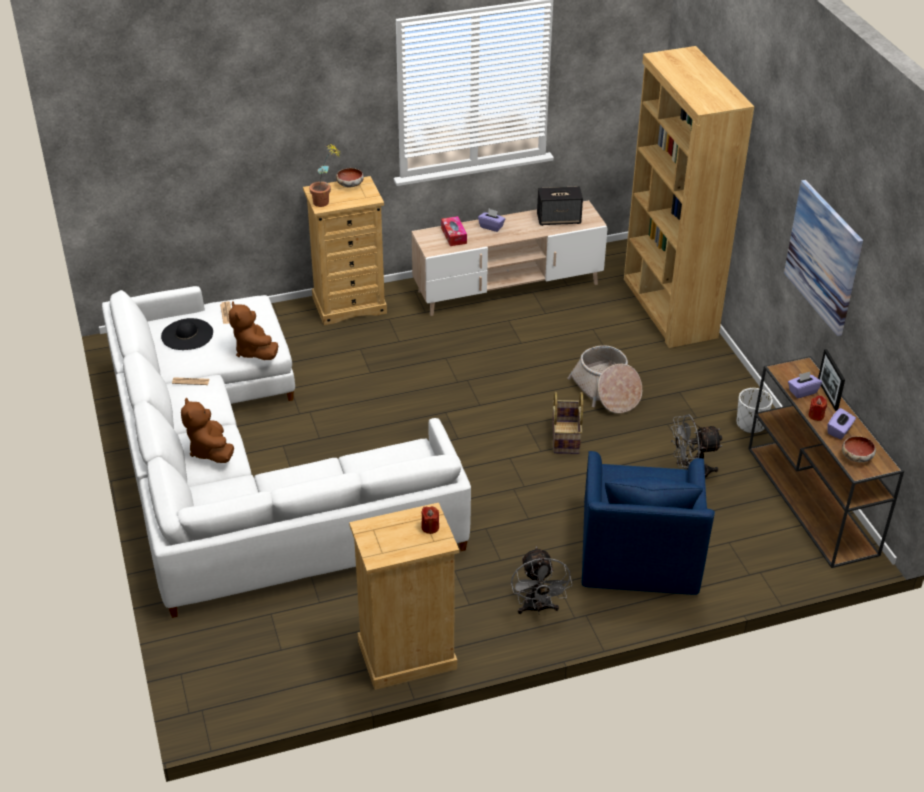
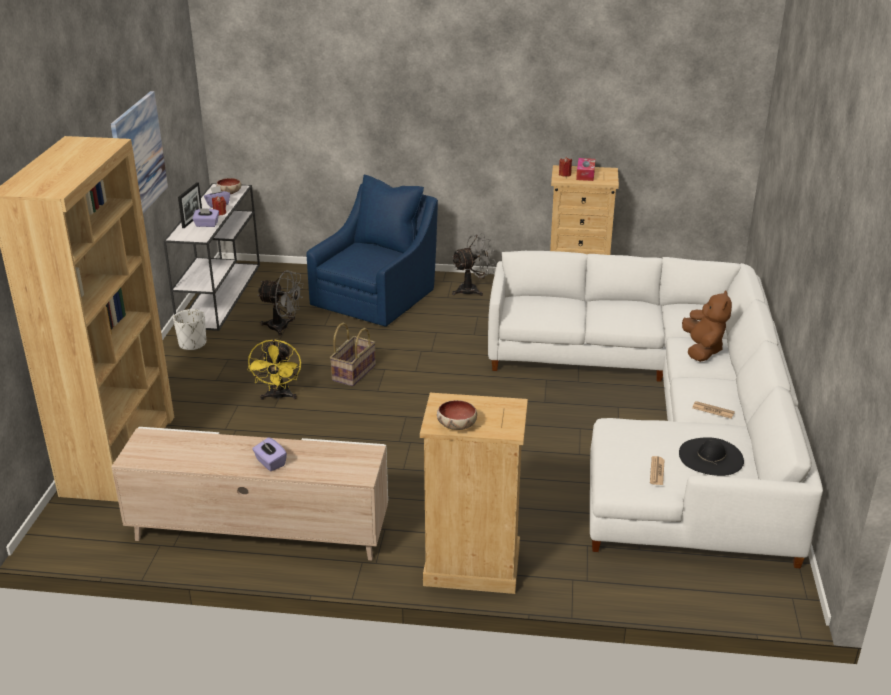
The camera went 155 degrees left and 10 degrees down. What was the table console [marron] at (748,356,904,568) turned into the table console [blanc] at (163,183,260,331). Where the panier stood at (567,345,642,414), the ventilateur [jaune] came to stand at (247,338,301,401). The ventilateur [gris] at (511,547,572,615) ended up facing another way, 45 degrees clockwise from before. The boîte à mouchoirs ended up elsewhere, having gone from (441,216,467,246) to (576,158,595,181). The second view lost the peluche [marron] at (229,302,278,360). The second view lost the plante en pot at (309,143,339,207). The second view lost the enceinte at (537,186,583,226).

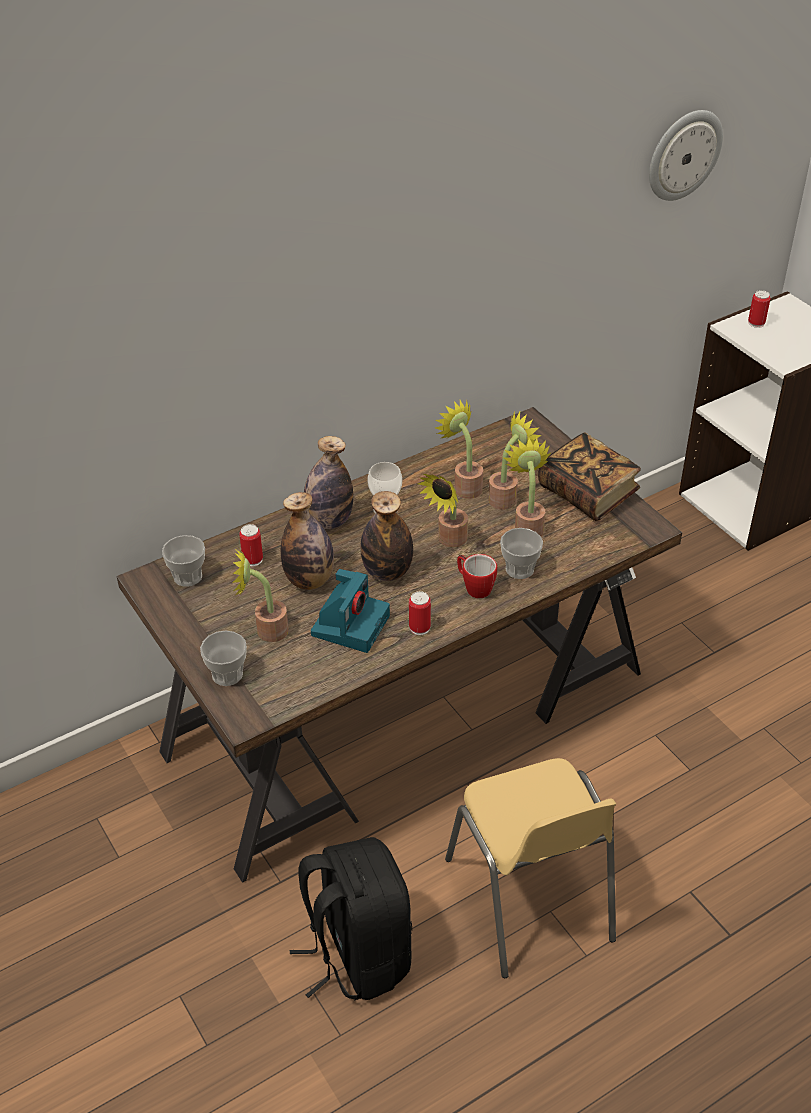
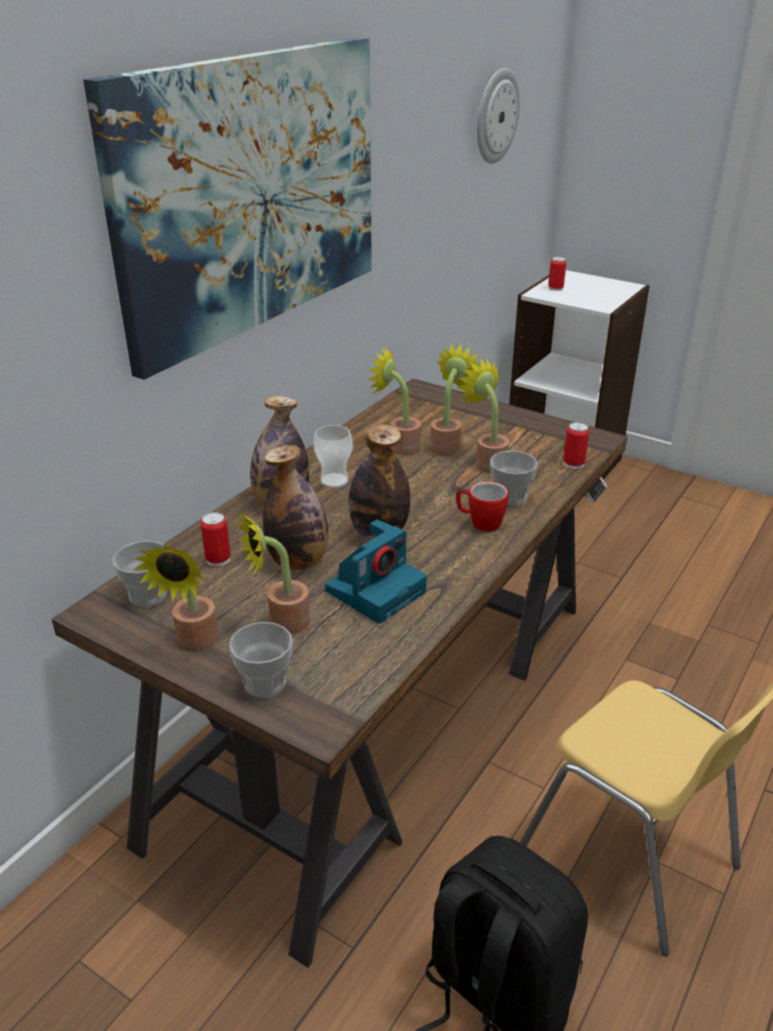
The camera went 25 degrees left and 10 degrees down. The second view gained the tableau at (83,37,372,380). The plante en pot ended up elsewhere, having gone from (418,474,468,548) to (133,545,218,652). The appareil photo at (311,569,390,653) ended up facing another way, 45 degrees clockwise from before. The boîte métallique ended up elsewhere, having gone from (409,591,431,635) to (563,422,589,469). The second view lost the livre at (538,432,641,521).

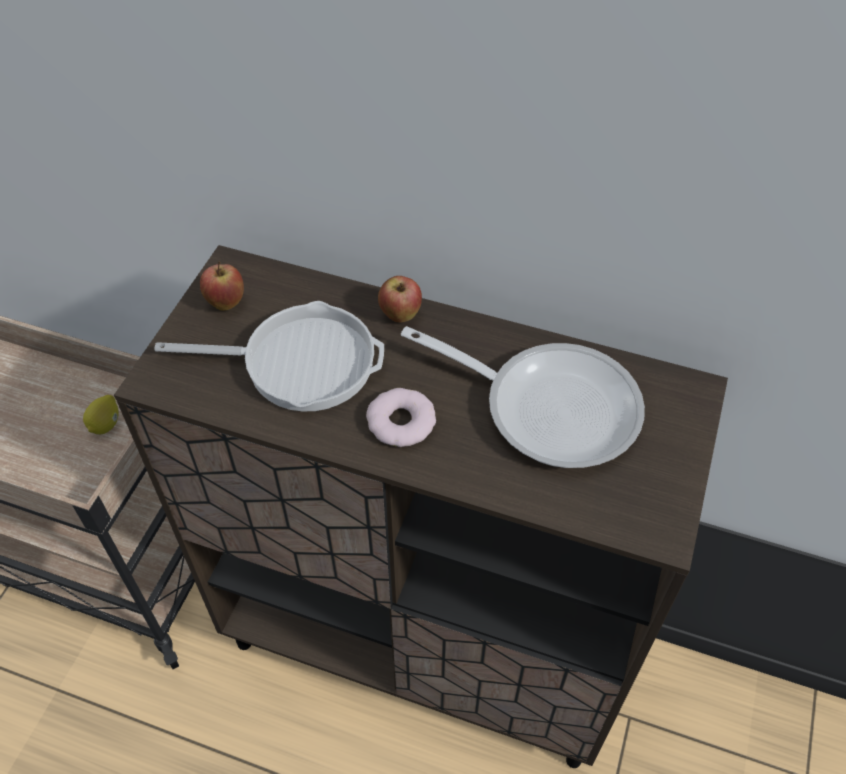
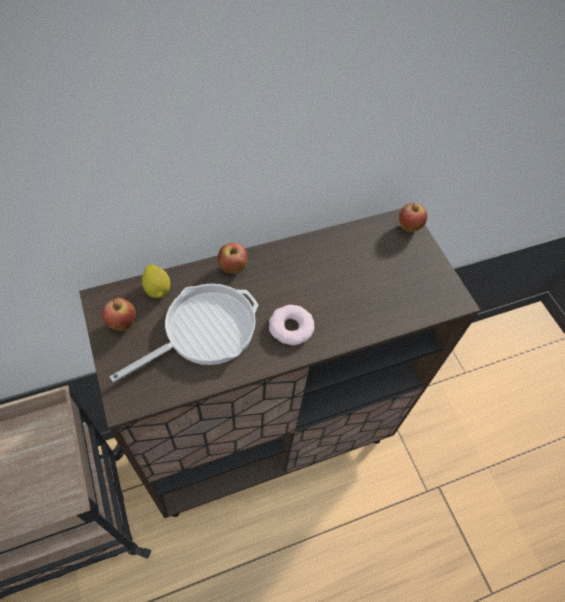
The camera went 45 degrees left and 5 degrees up. The citron ended up elsewhere, having gone from (83,395,119,434) to (142,264,170,298). The second view gained the pomme at (399,203,427,232). The second view lost the poêle at (401,326,645,468).

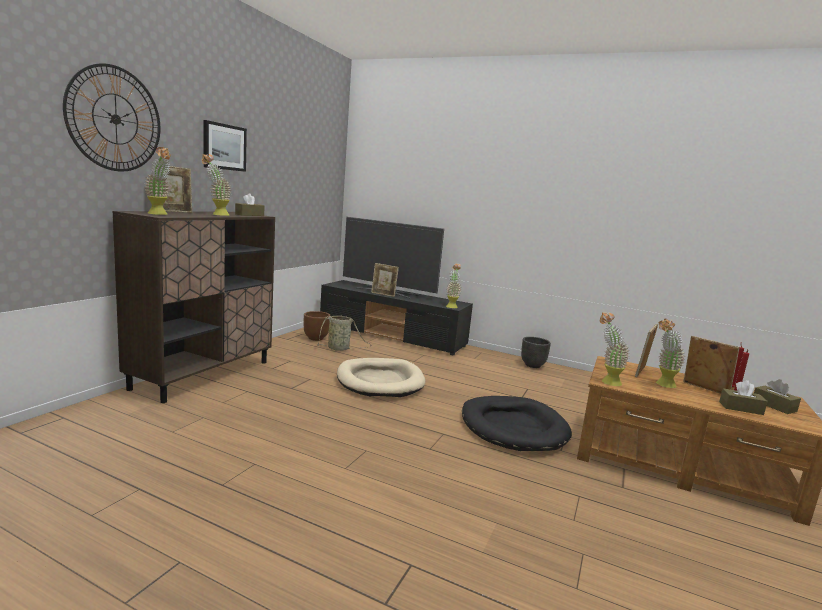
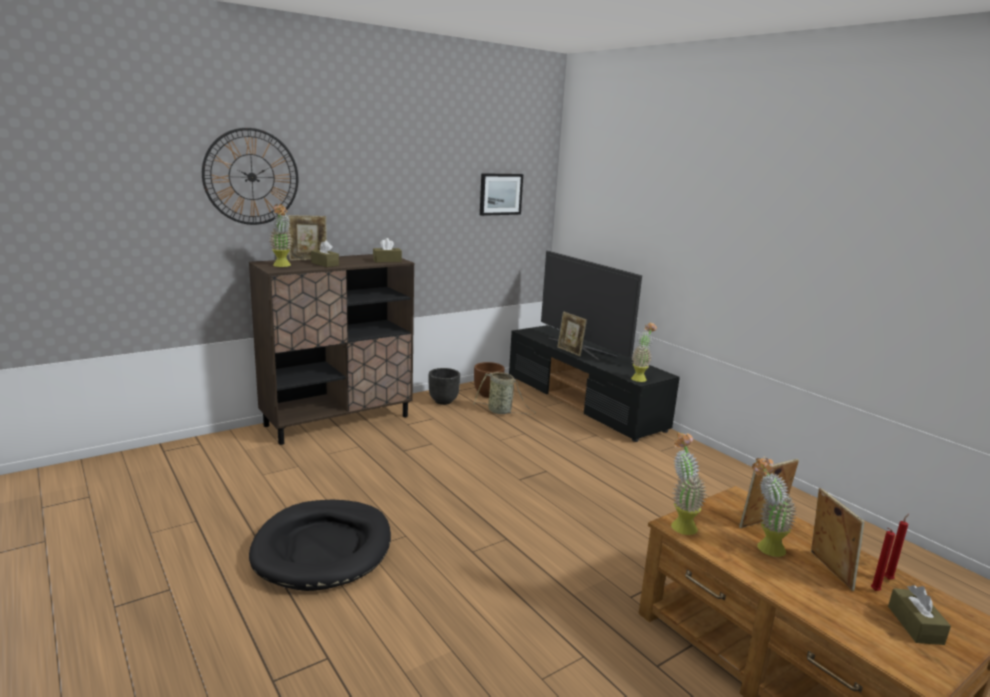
The camera went 30 degrees right and 5 degrees up. The panier pour chien [noir] ended up elsewhere, having gone from (462,396,572,451) to (249,499,391,591). The boîte à mouchoirs [marron] ended up elsewhere, having gone from (719,380,768,415) to (311,240,339,267). The cache-pot [noir] ended up elsewhere, having gone from (521,337,551,368) to (429,368,460,405). The tableau ended up elsewhere, having gone from (204,120,247,172) to (480,173,523,216). The second view lost the plante en pot at (202,154,231,216). The second view lost the panier pour chien [beige] at (337,358,425,397).

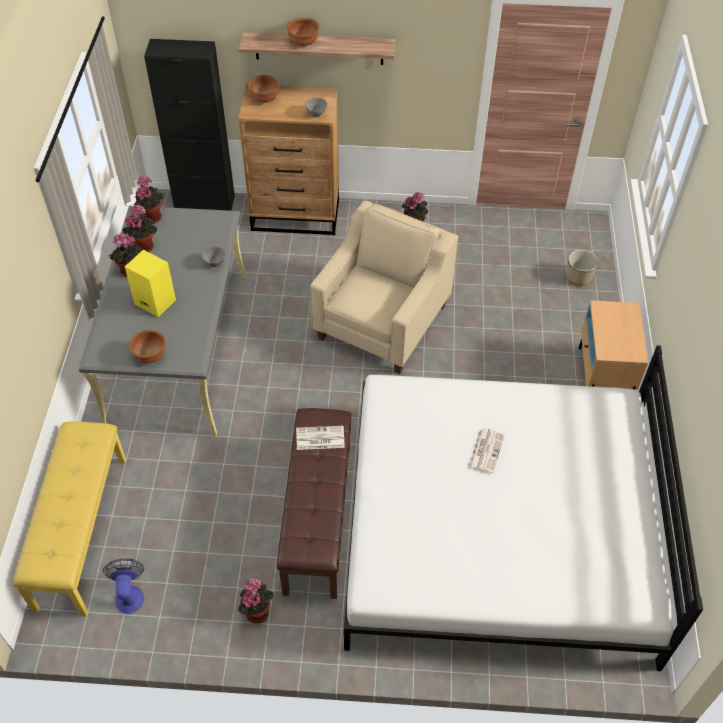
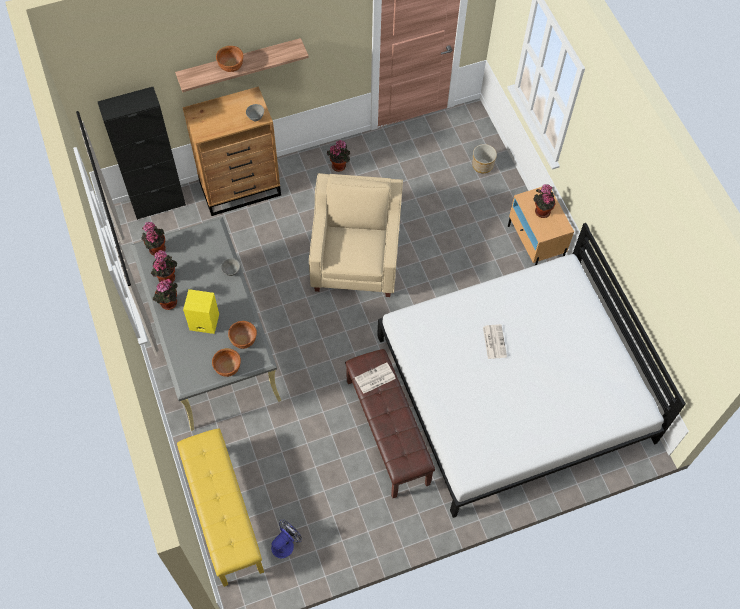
The camera went 25 degrees left and 10 degrees up. The bol [marron] ended up elsewhere, having gone from (248,75,279,103) to (228,321,257,349). The ventilateur at (103,558,144,614) ended up facing another way, 75 degrees clockwise from before. The plante en pot ended up elsewhere, having gone from (238,578,273,624) to (533,184,555,218).

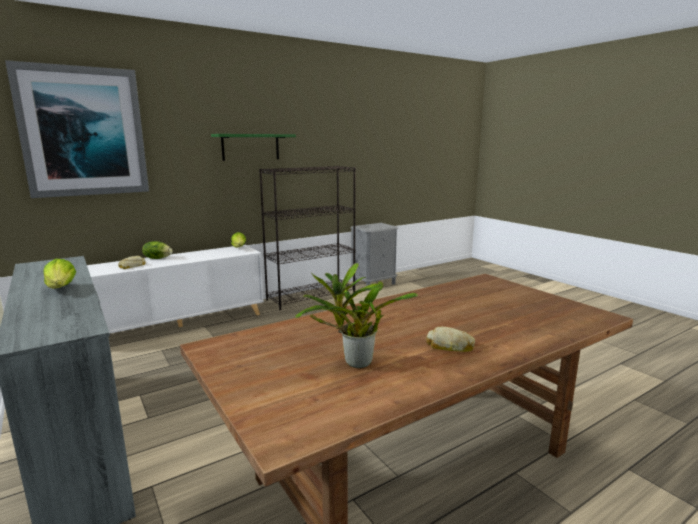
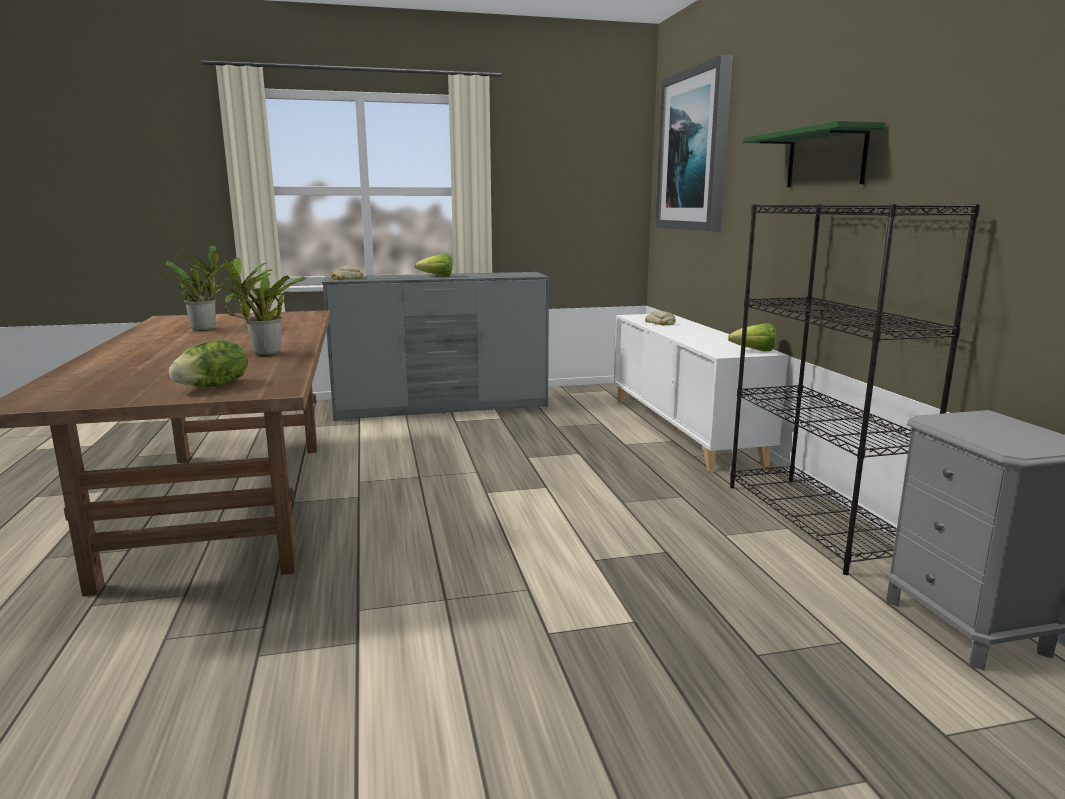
The camera went 110 degrees right and 0 degrees up. The laitue ended up elsewhere, having gone from (142,241,173,259) to (169,340,248,387). The second view gained the plante en pot at (206,258,307,356). The pain ended up elsewhere, having gone from (426,327,475,352) to (331,266,363,280).

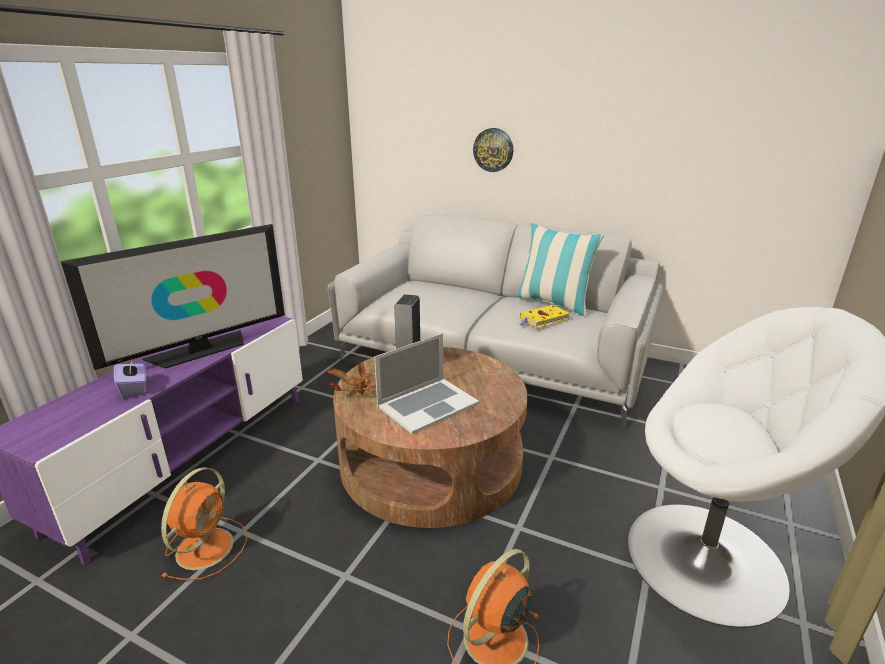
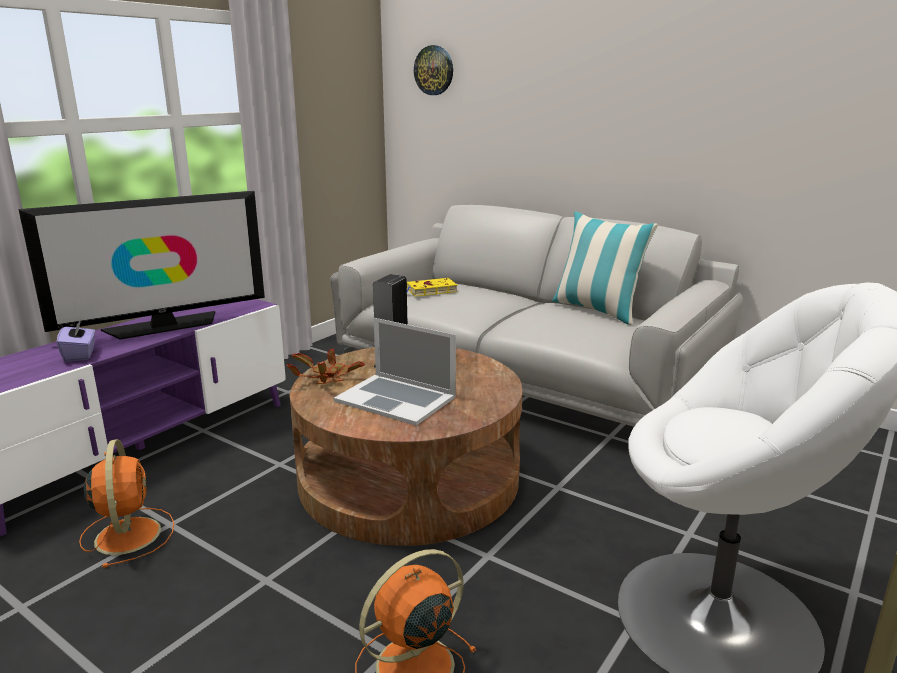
The camera went 10 degrees right and 5 degrees down. The ventilateur [orange] at (161,467,247,580) ended up facing another way, 45 degrees counterclockwise from before. The ordinateur portable at (374,333,479,434) ended up facing another way, 60 degrees clockwise from before. The livre [jaune] ended up elsewhere, having gone from (520,305,570,328) to (407,278,458,297). The horloge murale ended up elsewhere, having gone from (473,128,513,172) to (414,45,453,95).

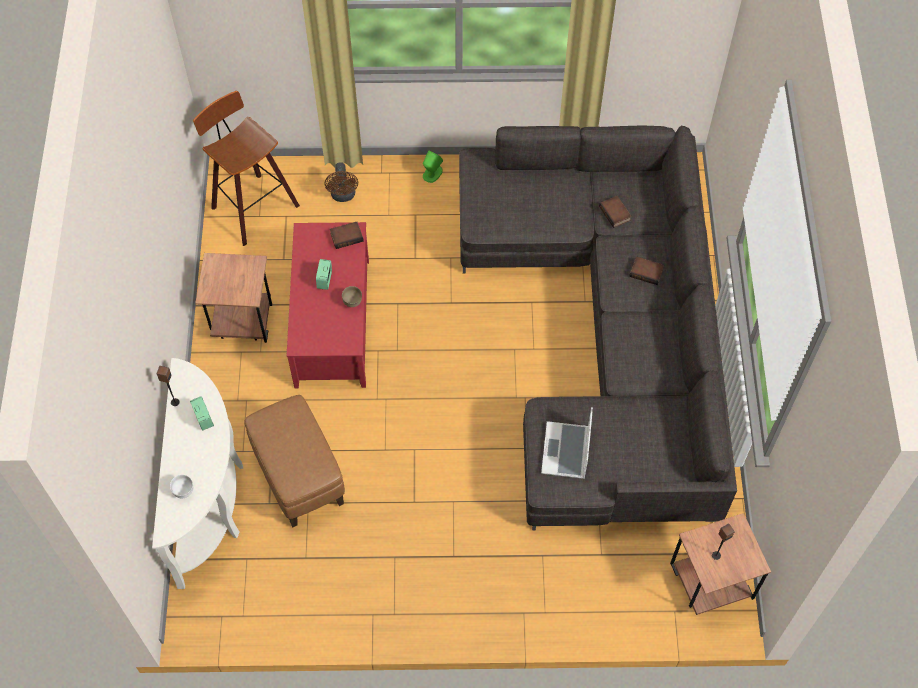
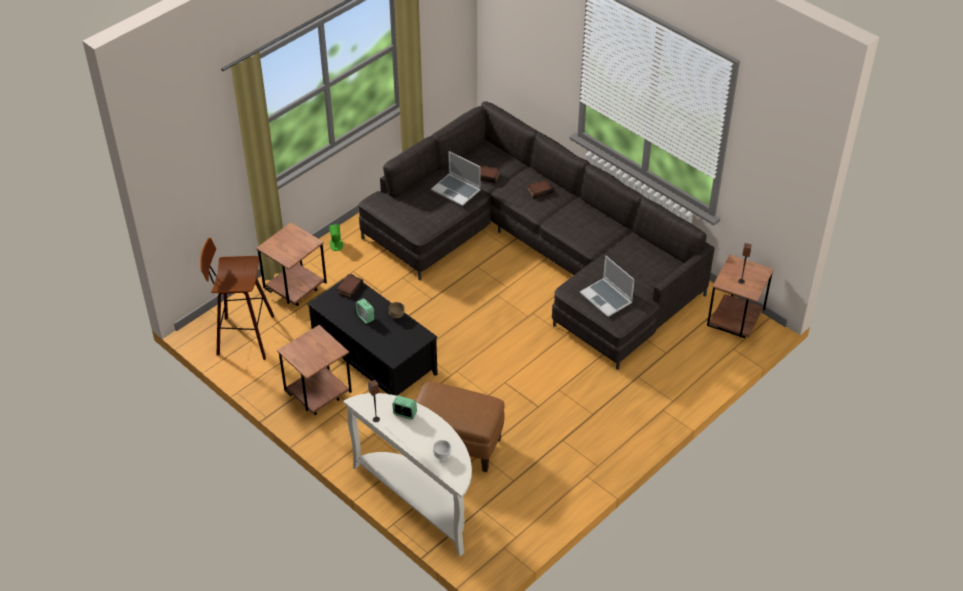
The camera went 45 degrees left and 15 degrees down. Where the ventilateur [marron] stood at (325,162,358,202), the table d'appoint [marron] came to stand at (256,222,327,306). What was the table basse [rouge] at (287,222,369,388) turned into the table basse [noir] at (307,274,438,396). The second view gained the ordinateur portable at (431,151,481,206).

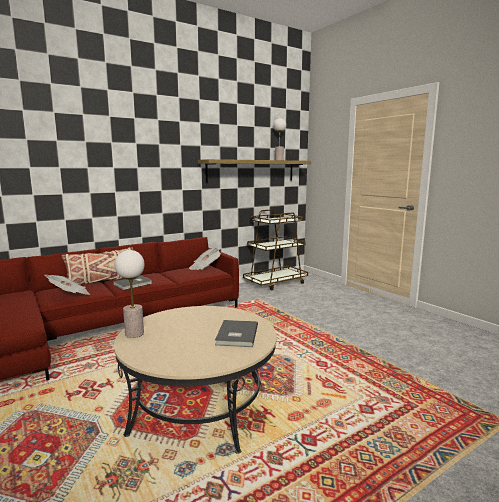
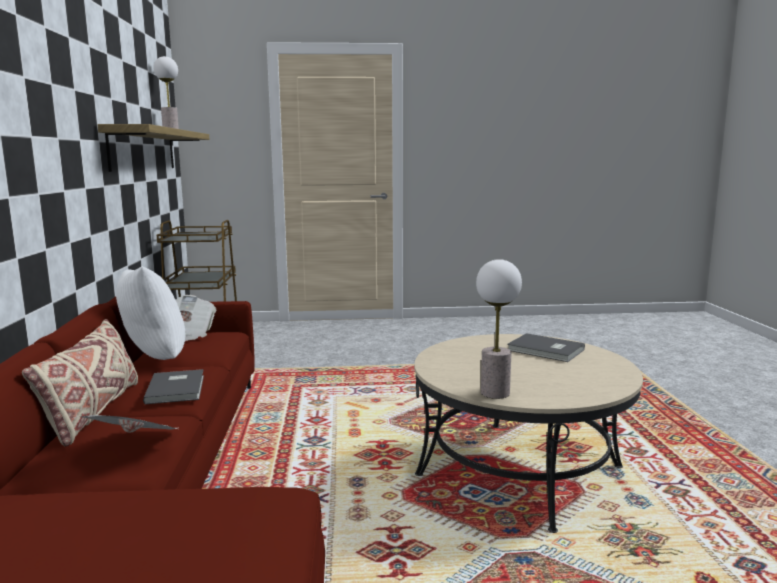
The camera went 60 degrees left and 0 degrees up. The second view gained the coussin [blanc] at (116,266,185,360).

